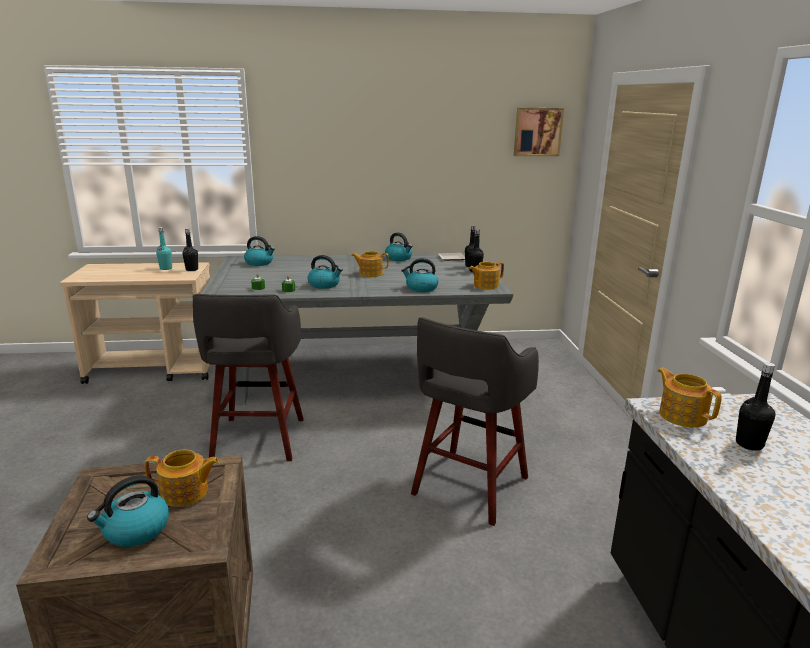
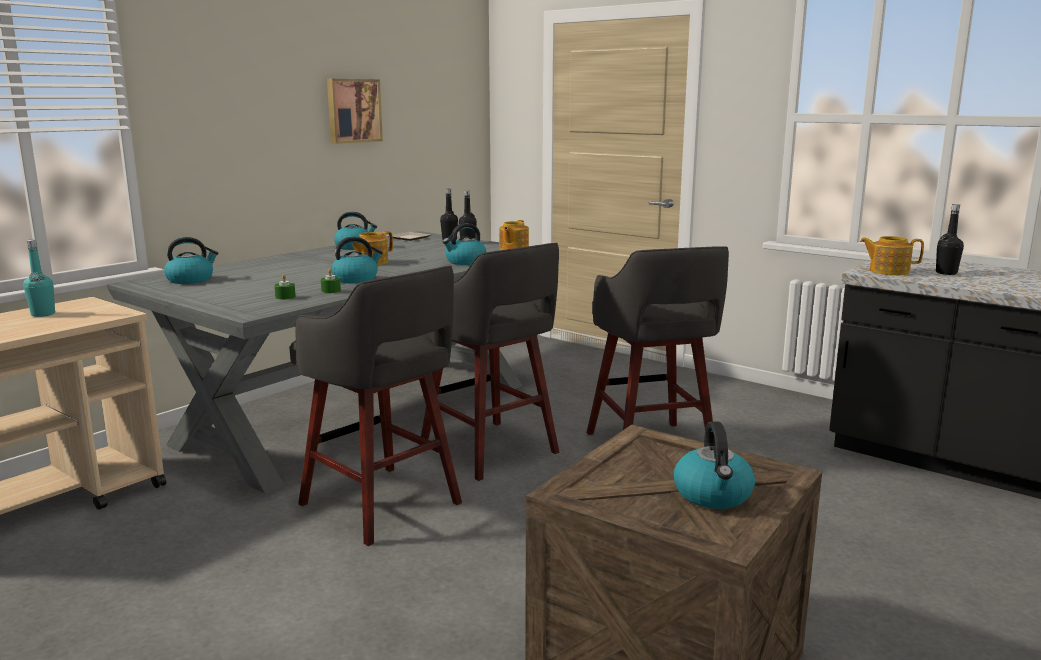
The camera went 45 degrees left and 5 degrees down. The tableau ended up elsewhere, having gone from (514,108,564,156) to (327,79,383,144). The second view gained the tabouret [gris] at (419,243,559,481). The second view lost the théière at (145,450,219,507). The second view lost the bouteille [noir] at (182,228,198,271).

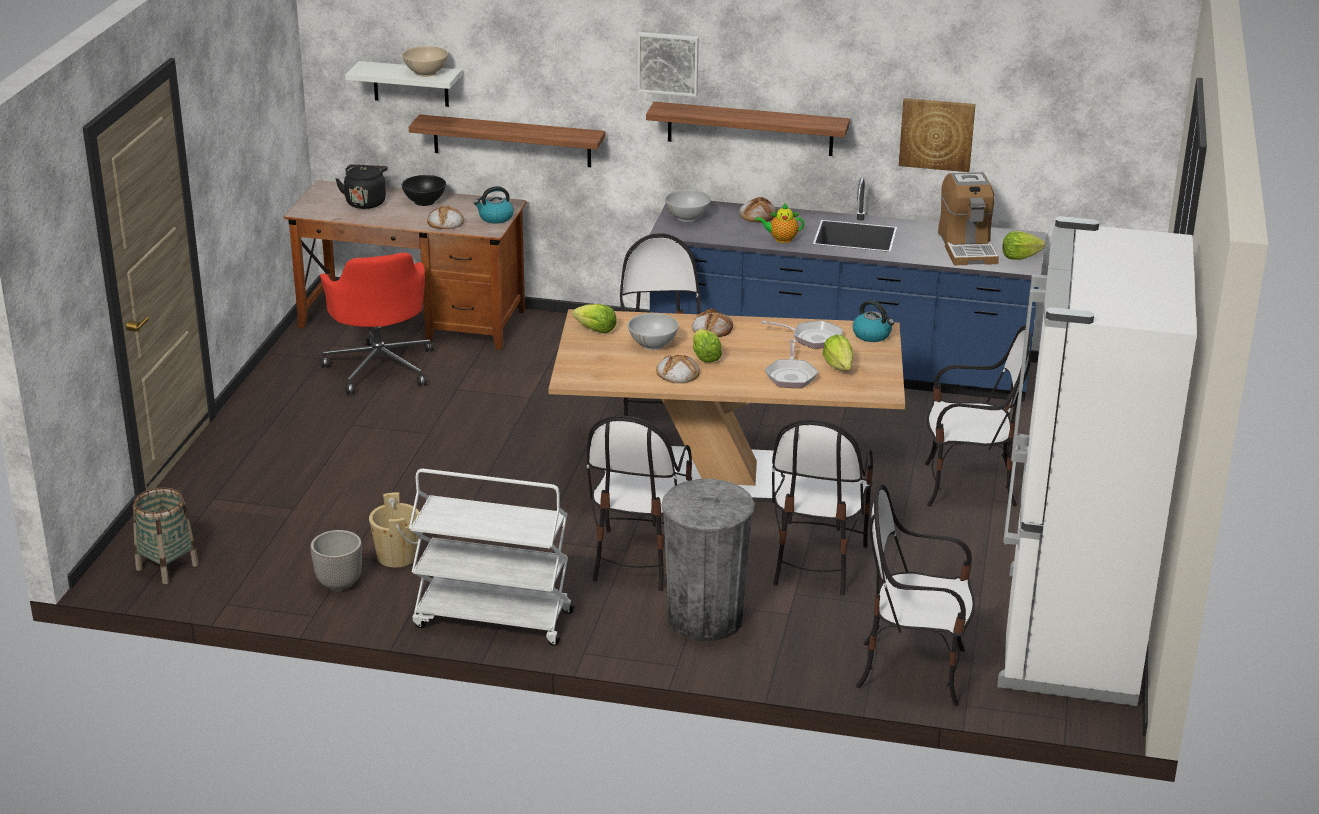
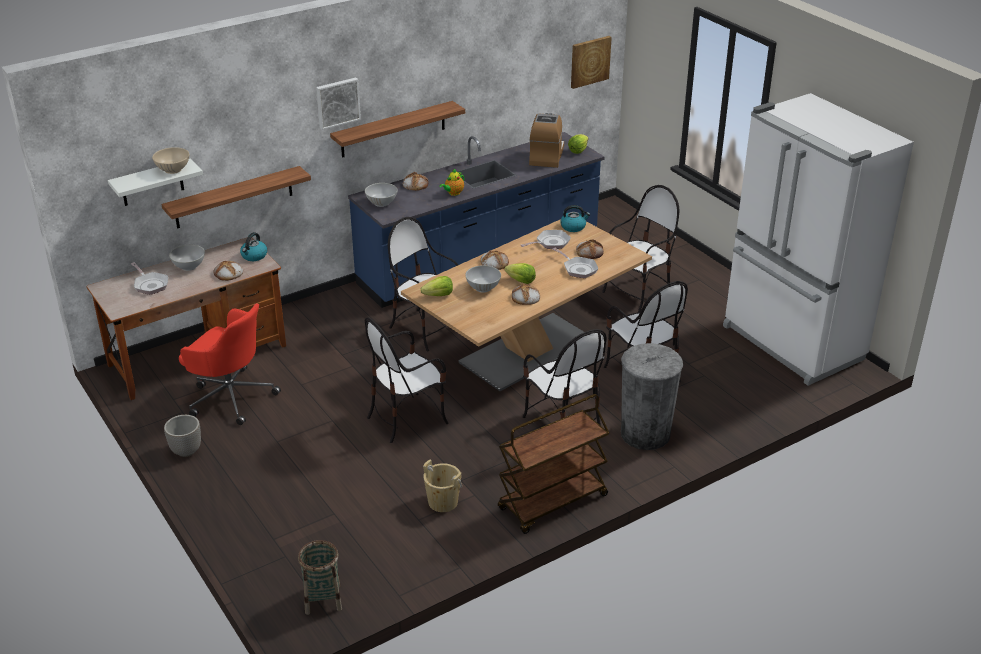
The camera went 45 degrees left and 5 degrees up. Where the bouilloire [noir] stood at (335,164,388,209), the poêle came to stand at (131,262,168,295). The cache-pot ended up elsewhere, having gone from (310,530,362,591) to (164,415,201,457). What was the bol [noir] at (402,175,446,206) turned into the bol [blanc] at (169,245,205,271). The chaise ended up elsewhere, having gone from (856,484,975,706) to (365,317,448,443). What was the chariot [blanc] at (409,469,574,646) turned into the chariot [marron] at (498,394,609,534). The machine à café at (938,172,999,265) ended up facing another way, 120 degrees counterclockwise from before. The tableau ended up elsewhere, having gone from (899,98,976,172) to (571,36,612,89). Where the laitue stood at (823,335,853,371), the pain came to stand at (576,240,604,259).

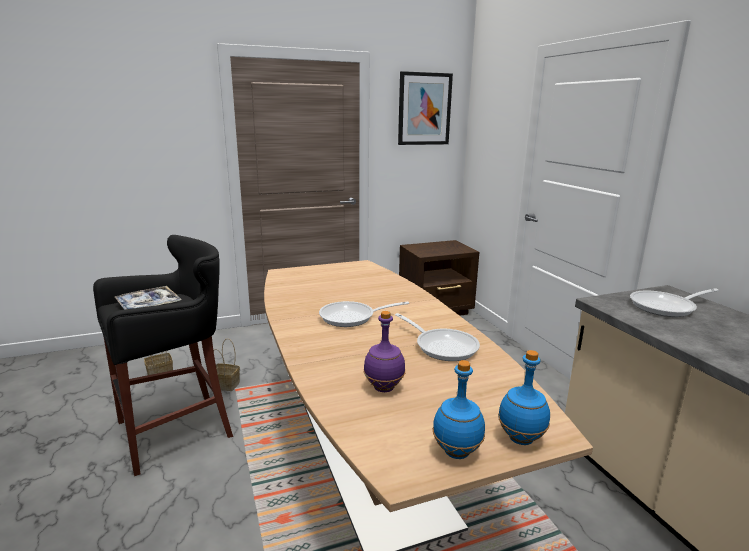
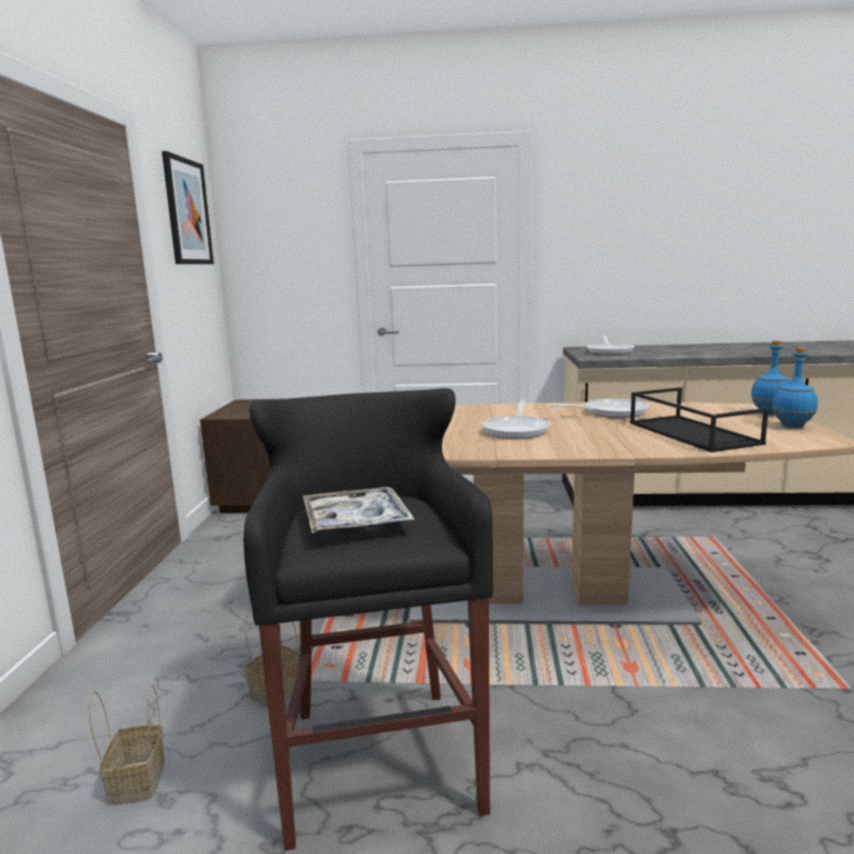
The camera went 65 degrees left and 5 degrees down. Where the bouteille [violet] stood at (364,311,405,392), the plateau [noir] came to stand at (630,387,769,452).

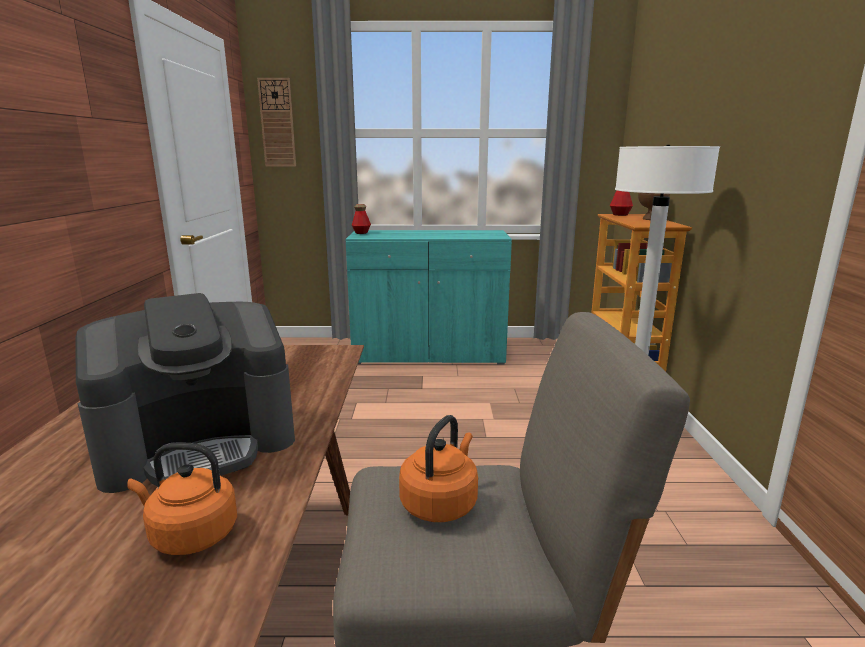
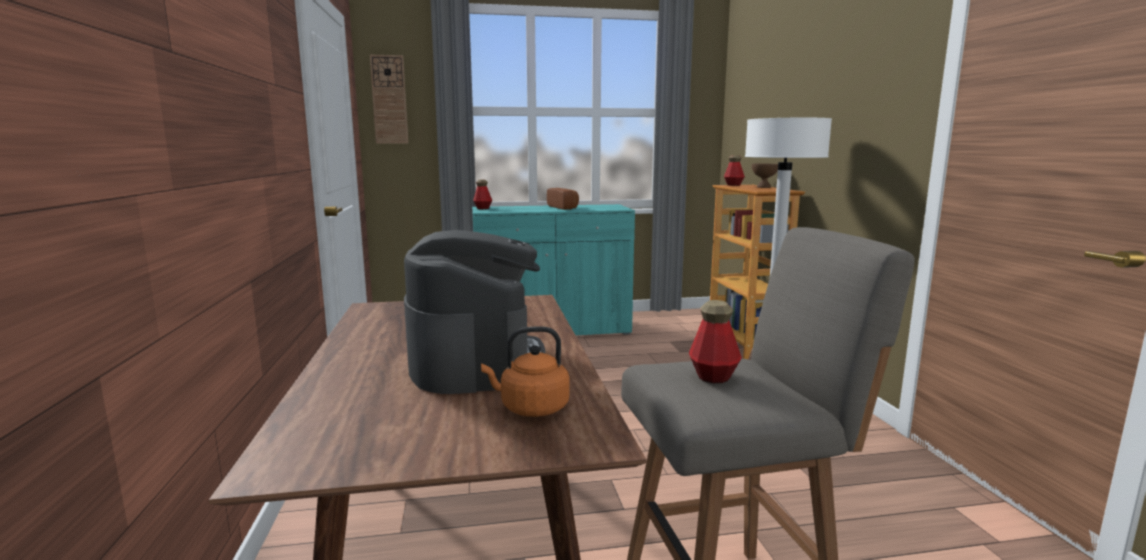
The camera went 10 degrees left and 5 degrees down. The machine à café at (75,293,295,493) ended up facing another way, 60 degrees counterclockwise from before. The second view gained the pain at (547,188,579,210). Where the bouilloire [orange] stood at (399,415,478,522), the bouteille came to stand at (689,300,742,383).

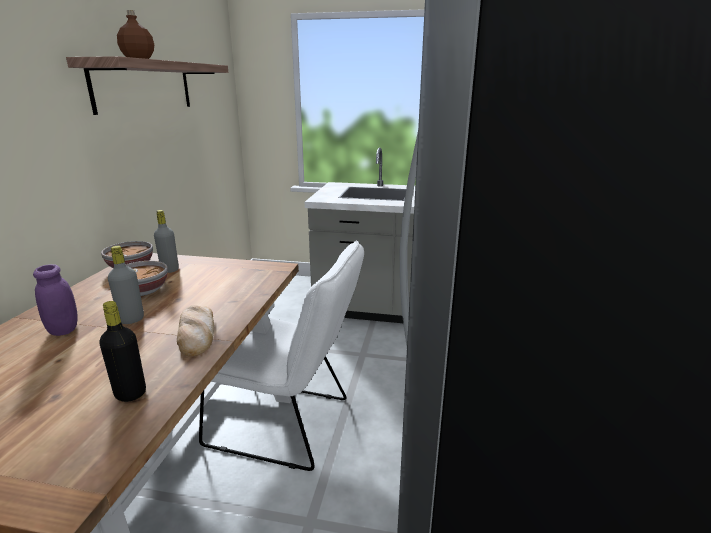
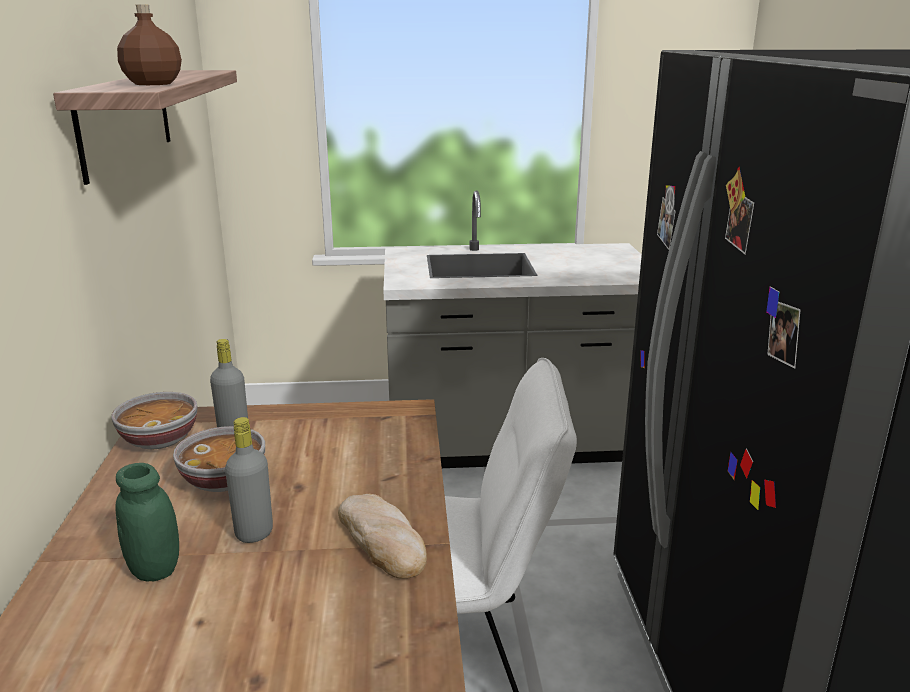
The camera went 15 degrees left and 0 degrees up. What was the bocal [violet] at (33,264,78,336) turned into the bocal [vert] at (115,463,179,581). The second view lost the bouteille [noir] at (99,301,146,402).

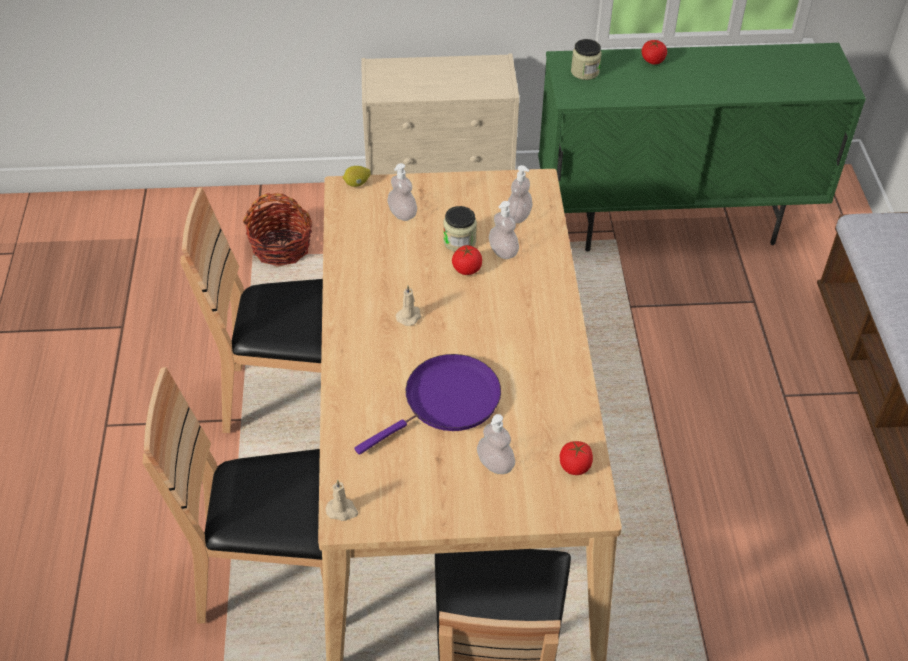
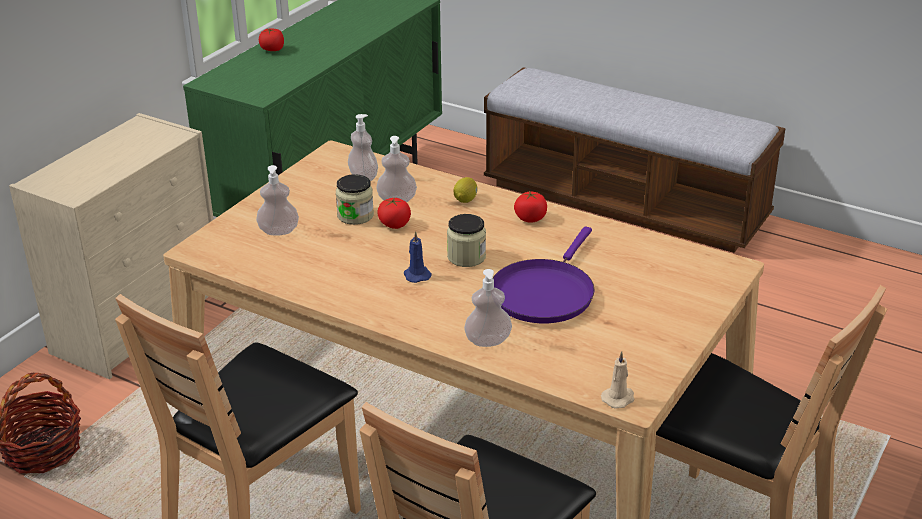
The camera went 55 degrees left and 15 degrees down. What was the bougie [beige] at (396,285,421,326) turned into the bougie [bleu] at (404,231,432,283). The bocal ended up elsewhere, having gone from (571,39,602,80) to (447,214,486,267). The citron ended up elsewhere, having gone from (343,166,371,187) to (454,177,477,203). The distributeur de savon ended up elsewhere, having gone from (477,414,515,474) to (464,269,512,347). The poêle [violet] at (355,354,501,455) ended up facing another way, 150 degrees counterclockwise from before. The tomate ended up elsewhere, having gone from (560,441,593,475) to (514,191,547,223).

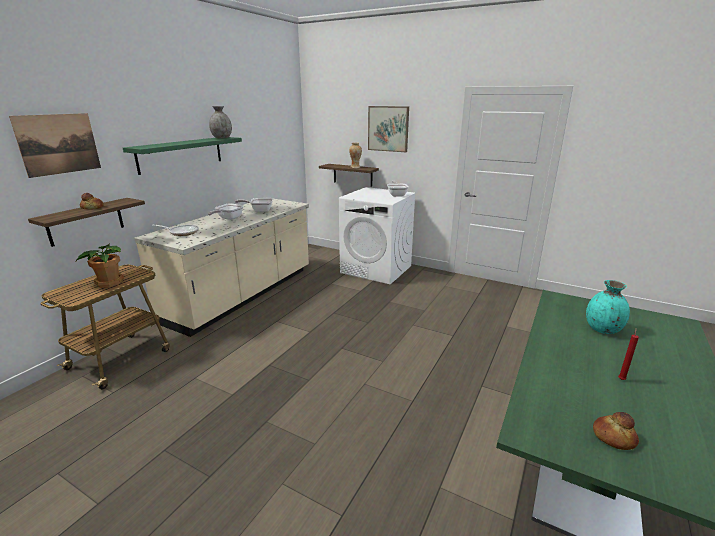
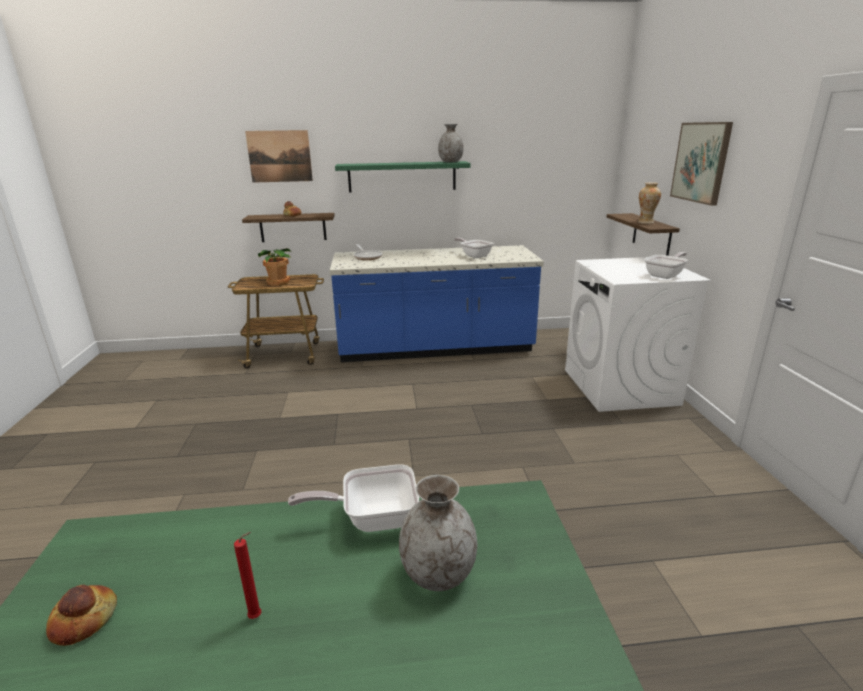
The camera went 55 degrees right and 0 degrees up. The poêle ended up elsewhere, having gone from (208,203,244,220) to (288,464,419,532). What was the comptoir de cuisine [beige] at (134,199,309,337) turned into the comptoir de cuisine [bleu] at (330,245,544,362). What was the vase [turquoise] at (586,280,630,334) turned into the vase [gris] at (399,475,477,591).

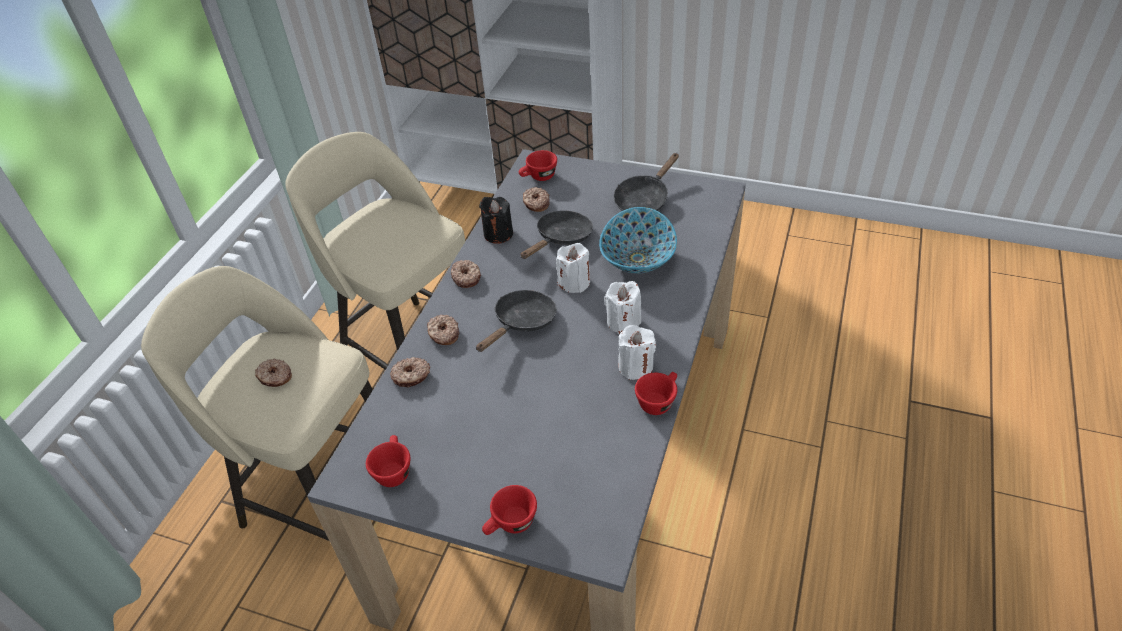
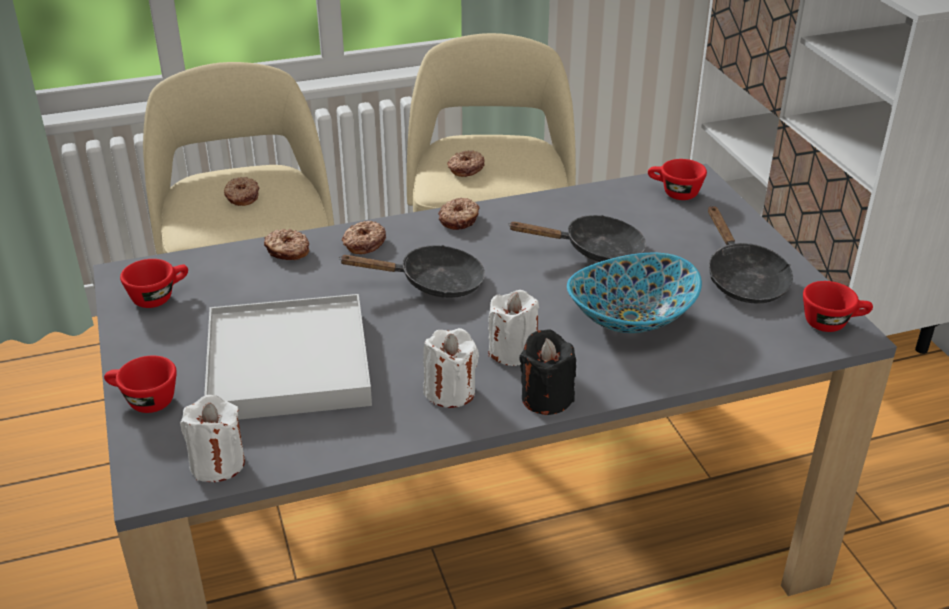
The camera went 50 degrees right and 10 degrees down. The bougie [blanc] ended up elsewhere, having gone from (556,243,590,293) to (180,395,245,482). The second view gained the plateau [blanc] at (204,294,372,420). The beignet ended up elsewhere, having gone from (523,187,550,212) to (447,150,485,177). The bougie [noir] ended up elsewhere, having gone from (479,197,513,244) to (519,329,576,415). The poêle [noir] at (614,153,679,211) ended up facing another way, 105 degrees counterclockwise from before. The tasse [rouge] ended up elsewhere, having gone from (635,372,677,415) to (803,281,873,332).

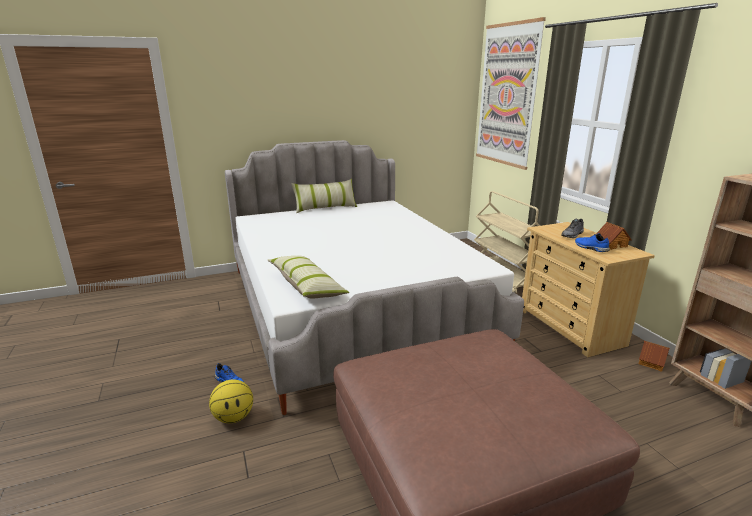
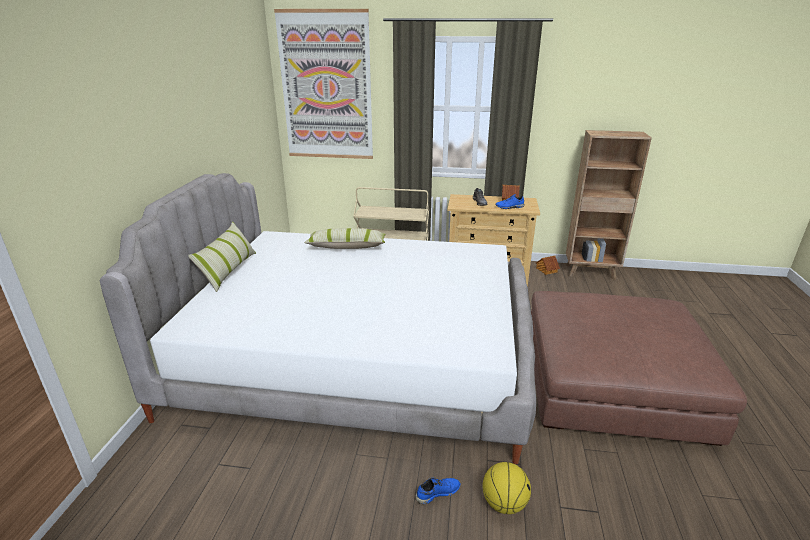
The camera went 60 degrees left and 5 degrees up. The coussin ended up elsewhere, having gone from (268,256,349,299) to (304,228,386,249).

